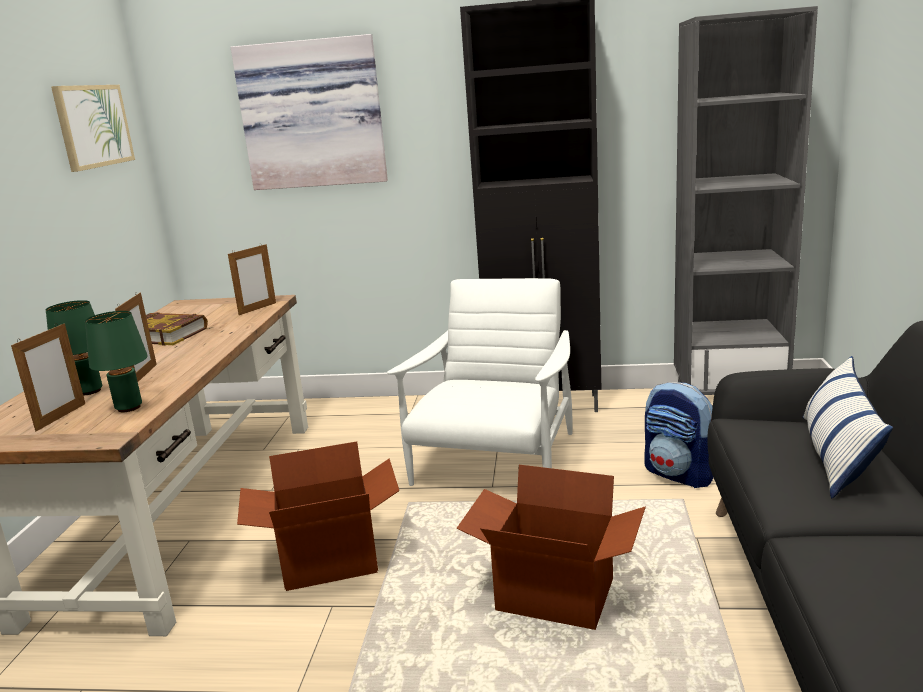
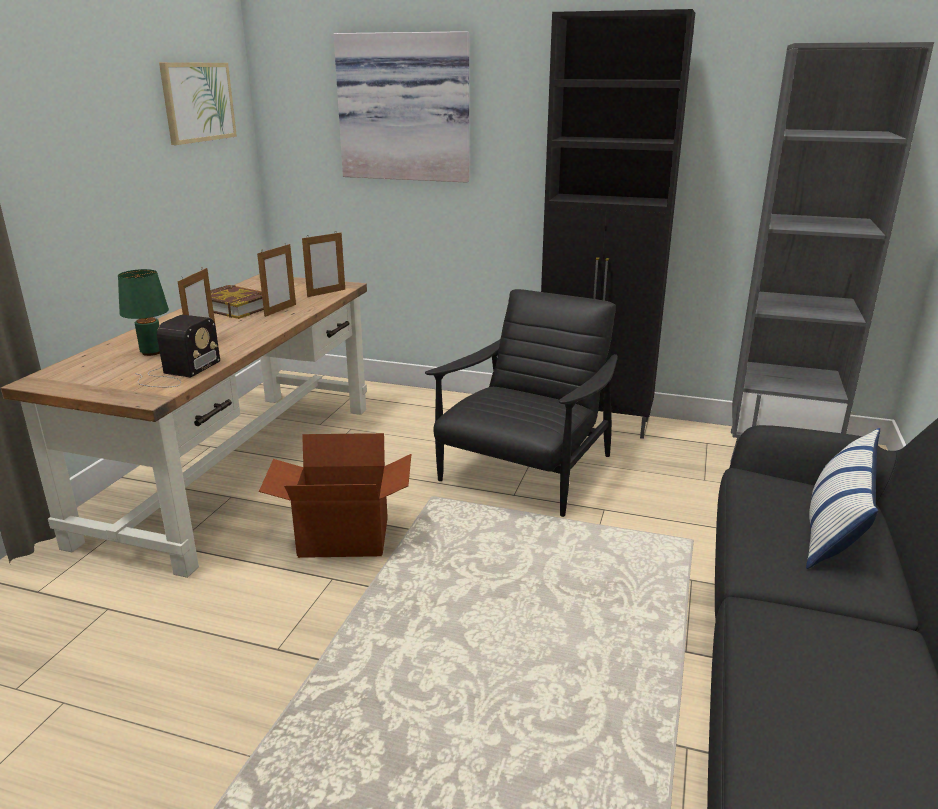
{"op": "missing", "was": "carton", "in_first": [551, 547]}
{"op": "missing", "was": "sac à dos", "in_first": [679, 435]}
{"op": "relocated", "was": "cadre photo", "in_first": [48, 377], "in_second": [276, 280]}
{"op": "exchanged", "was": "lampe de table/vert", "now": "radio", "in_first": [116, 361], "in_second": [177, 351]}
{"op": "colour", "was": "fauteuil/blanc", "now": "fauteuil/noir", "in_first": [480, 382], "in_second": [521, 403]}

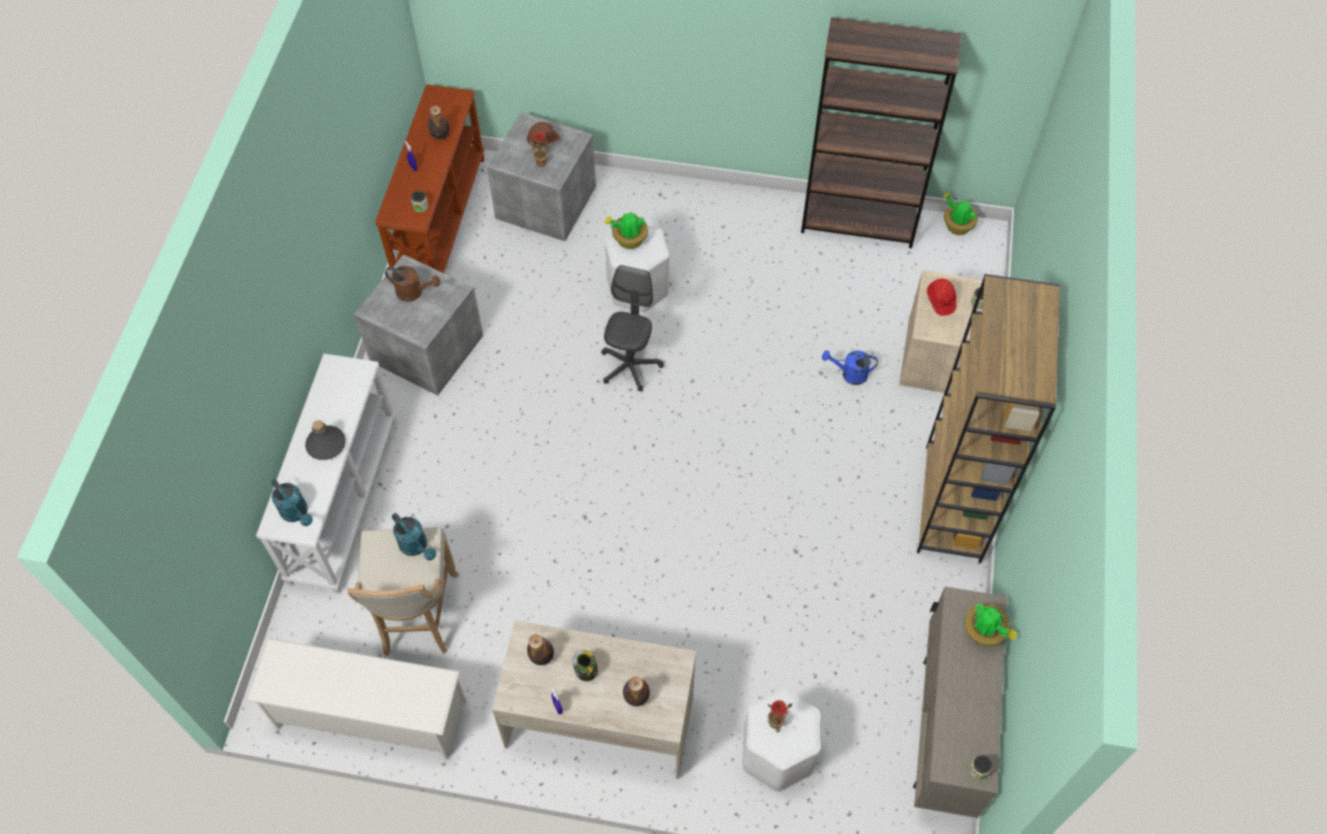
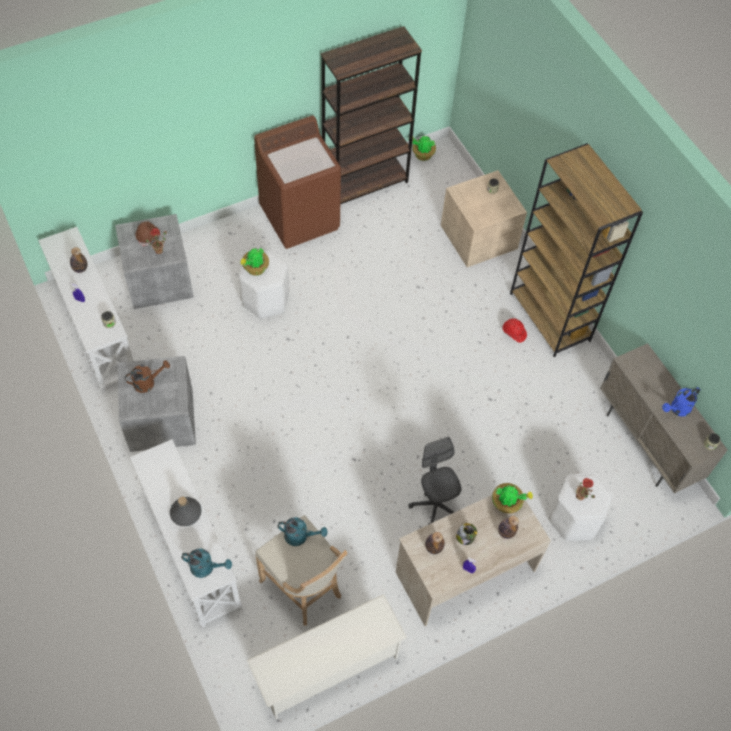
{"op": "appeared", "now": "lave-linge/marron", "in_second": [297, 182]}
{"op": "relocated", "was": "chaise de bureau/gris", "in_first": [632, 328], "in_second": [434, 481]}
{"op": "relocated", "was": "arrosoir/bleu", "in_first": [850, 367], "in_second": [681, 402]}
{"op": "relocated", "was": "casque de chantier/rouge", "in_first": [942, 297], "in_second": [515, 330]}
{"op": "relocated", "was": "plante en pot", "in_first": [990, 624], "in_second": [512, 498]}
{"op": "colour", "was": "table console/marron", "now": "table console/blanc", "in_first": [430, 178], "in_second": [86, 310]}

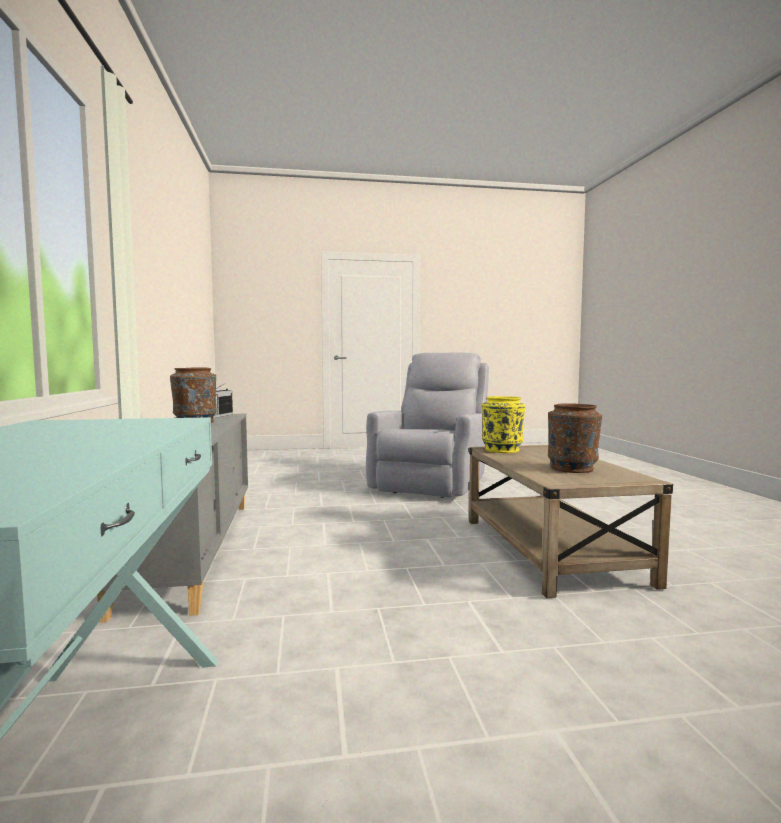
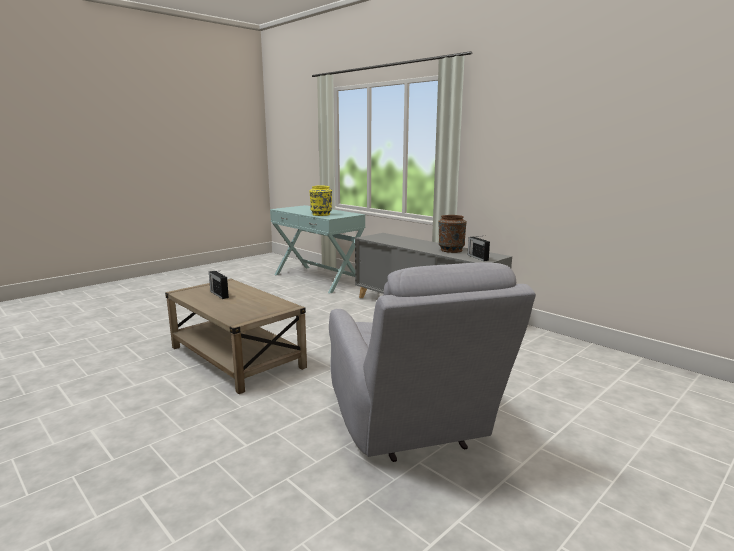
{"op": "relocated", "was": "vase/jaune", "in_first": [503, 424], "in_second": [320, 200]}
{"op": "exchanged", "was": "vase/marron", "now": "radio", "in_first": [575, 438], "in_second": [219, 285]}

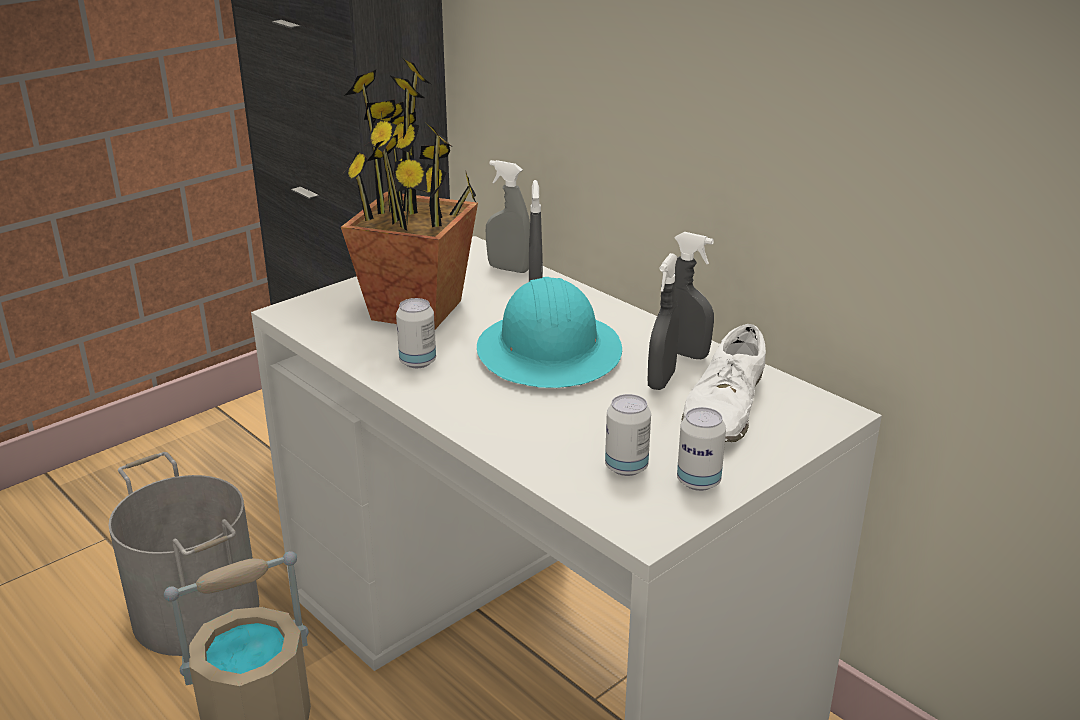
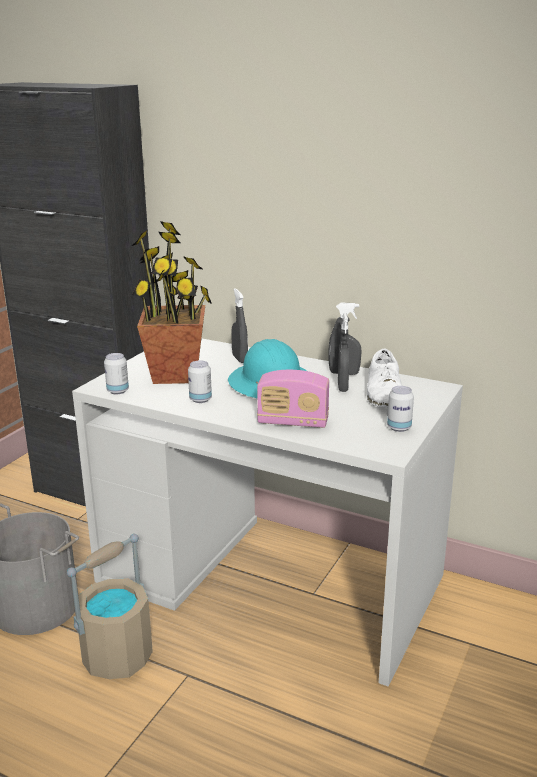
{"op": "missing", "was": "vaporisateur/gris", "in_first": [508, 216]}
{"op": "appeared", "now": "radio", "in_second": [293, 399]}
{"op": "relocated", "was": "boîte métallique", "in_first": [628, 435], "in_second": [116, 373]}

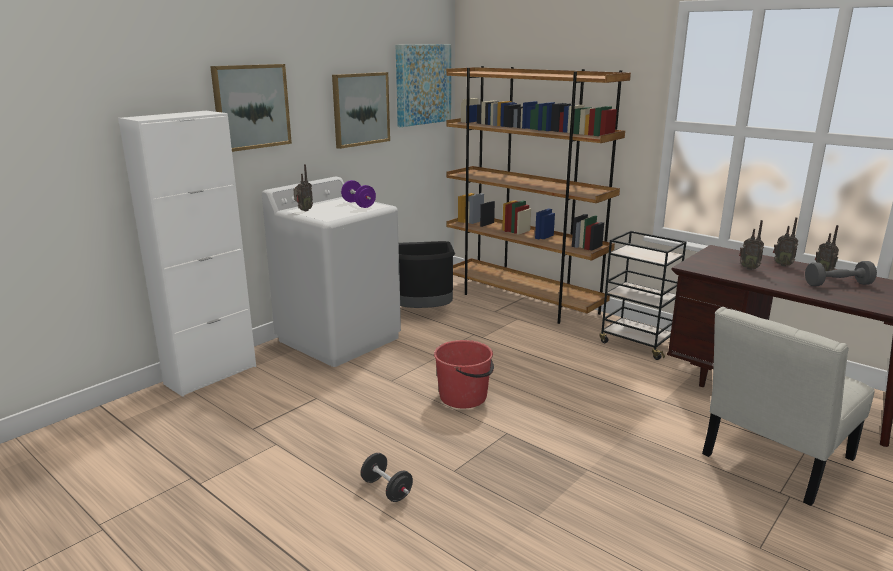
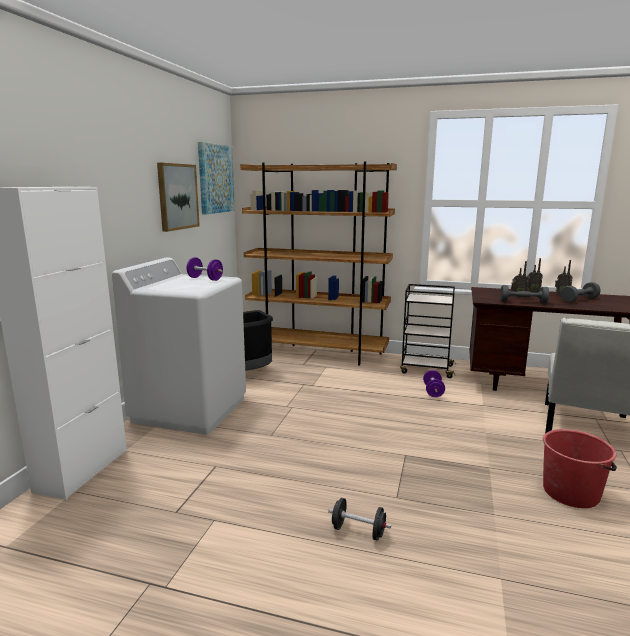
{"op": "missing", "was": "tableau", "in_first": [251, 108]}
{"op": "missing", "was": "radio", "in_first": [303, 187]}
{"op": "appeared", "now": "haltère/violet", "in_second": [434, 383]}
{"op": "appeared", "now": "haltère/gris", "in_second": [524, 294]}
{"op": "relocated", "was": "seau/rouge", "in_first": [464, 374], "in_second": [580, 468]}

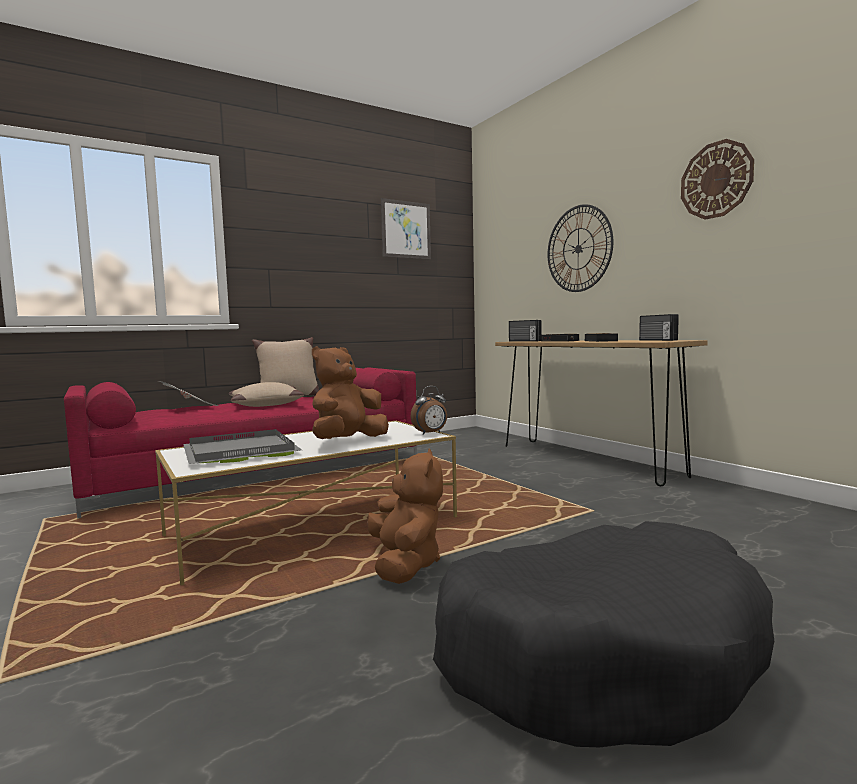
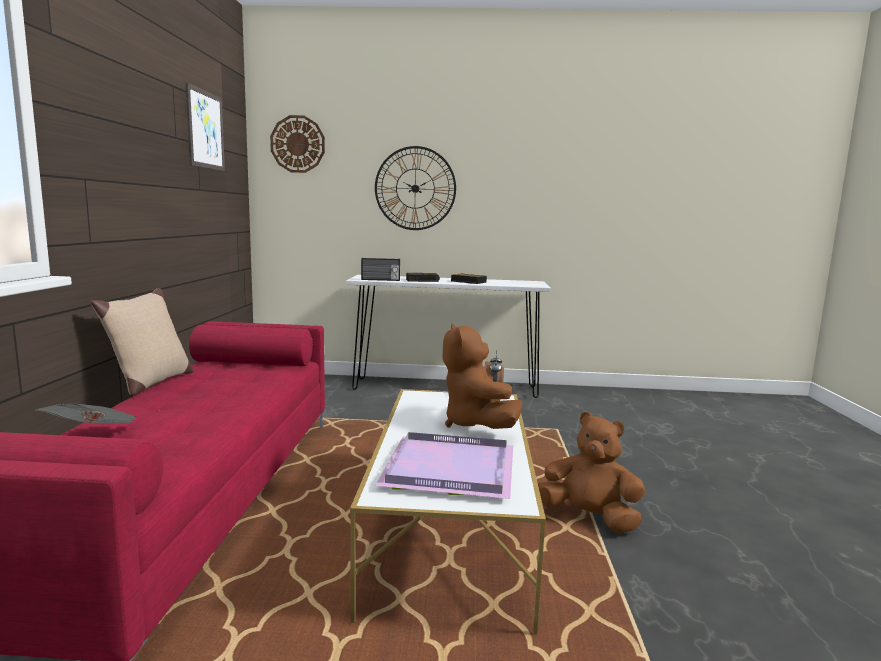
{"op": "missing", "was": "coussin/beige", "in_first": [266, 394]}
{"op": "missing", "was": "panier pour chien/noir", "in_first": [603, 634]}
{"op": "missing", "was": "radio", "in_first": [659, 327]}
{"op": "relocated", "was": "horloge murale", "in_first": [717, 179], "in_second": [297, 144]}
{"op": "colour", "was": "plateau/gris", "now": "plateau/violet", "in_first": [242, 446], "in_second": [444, 465]}
{"op": "colour", "was": "table console/marron", "now": "table console/blanc", "in_first": [601, 413], "in_second": [448, 336]}

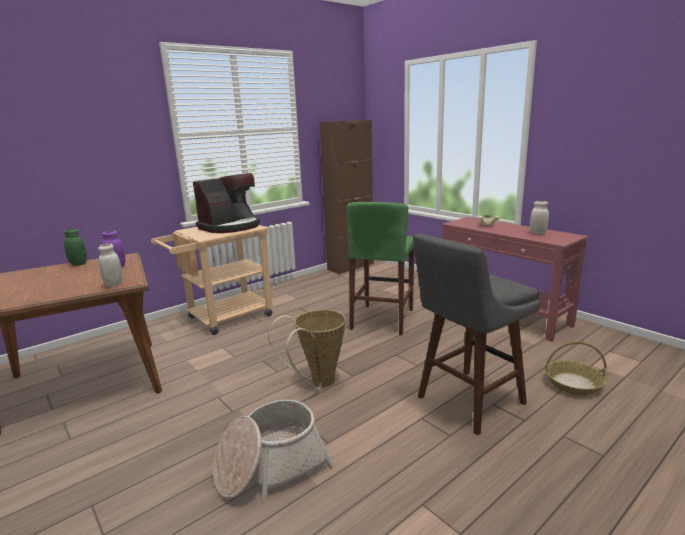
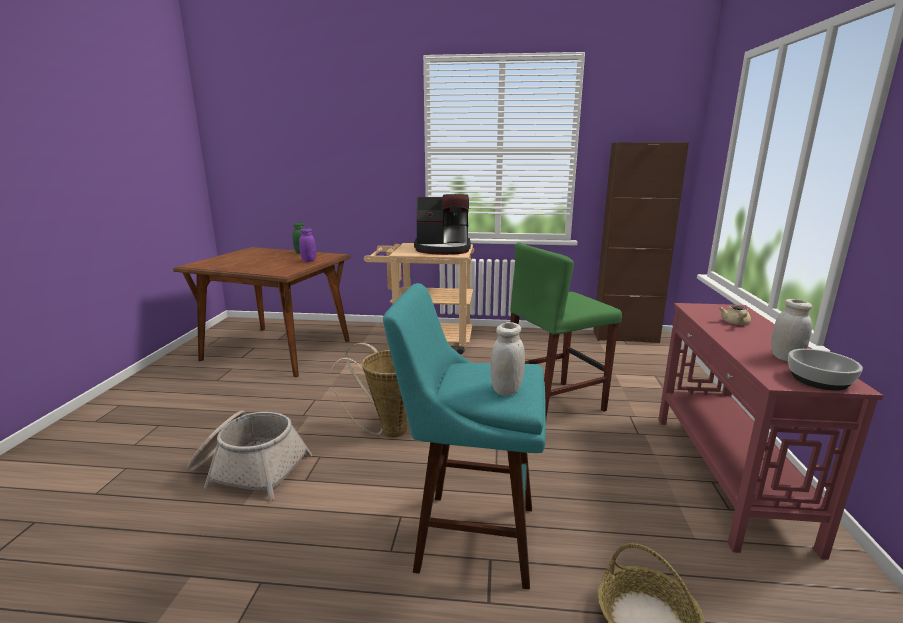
{"op": "appeared", "now": "bol", "in_second": [825, 370]}
{"op": "relocated", "was": "bocal/blanc", "in_first": [110, 265], "in_second": [508, 359]}
{"op": "colour", "was": "tabouret/gris", "now": "tabouret/turquoise", "in_first": [476, 334], "in_second": [464, 436]}

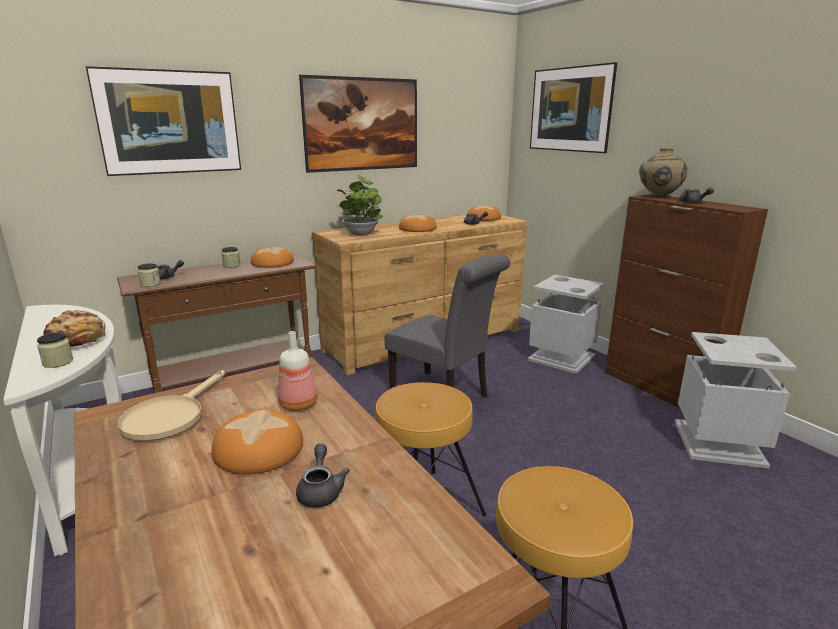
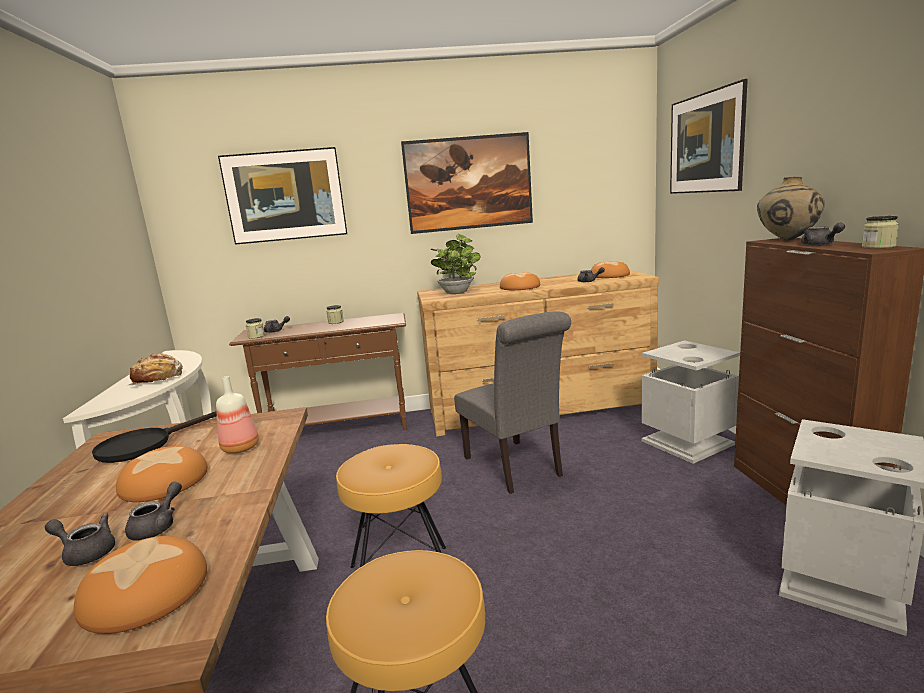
{"op": "appeared", "now": "théière/gris", "in_second": [80, 539]}
{"op": "relocated", "was": "bocal", "in_first": [55, 350], "in_second": [880, 232]}
{"op": "relocated", "was": "pain", "in_first": [272, 257], "in_second": [140, 585]}
{"op": "colour", "was": "poêle/beige", "now": "poêle/noir", "in_first": [171, 405], "in_second": [154, 437]}

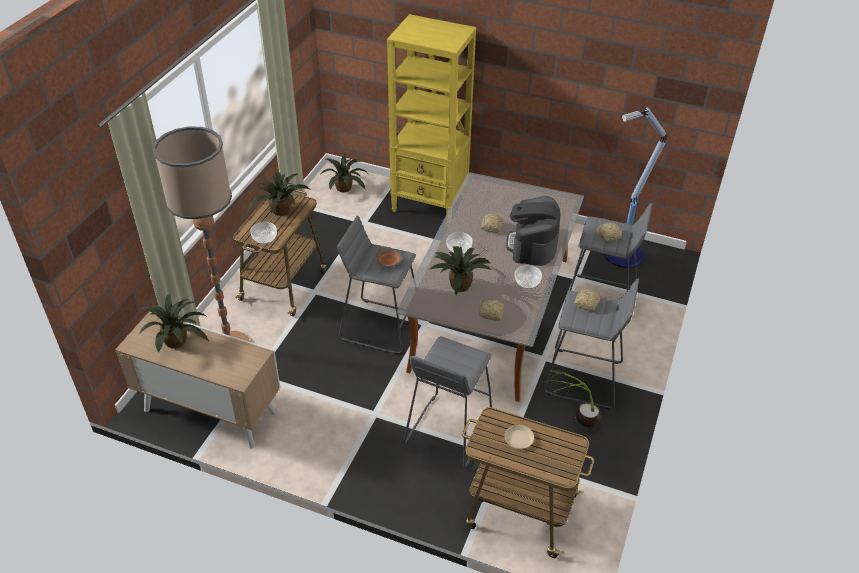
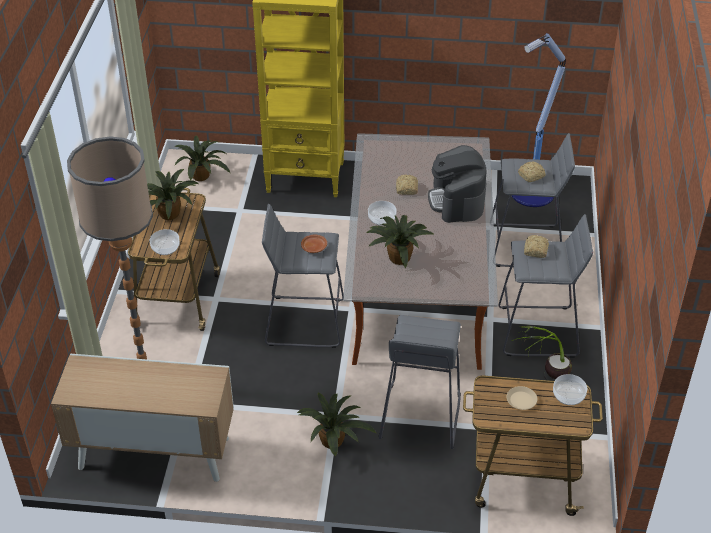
{"op": "missing", "was": "pain", "in_first": [491, 310]}
{"op": "relocated", "was": "plante en pot", "in_first": [174, 322], "in_second": [336, 425]}
{"op": "relocated", "was": "bol", "in_first": [528, 277], "in_second": [570, 389]}

